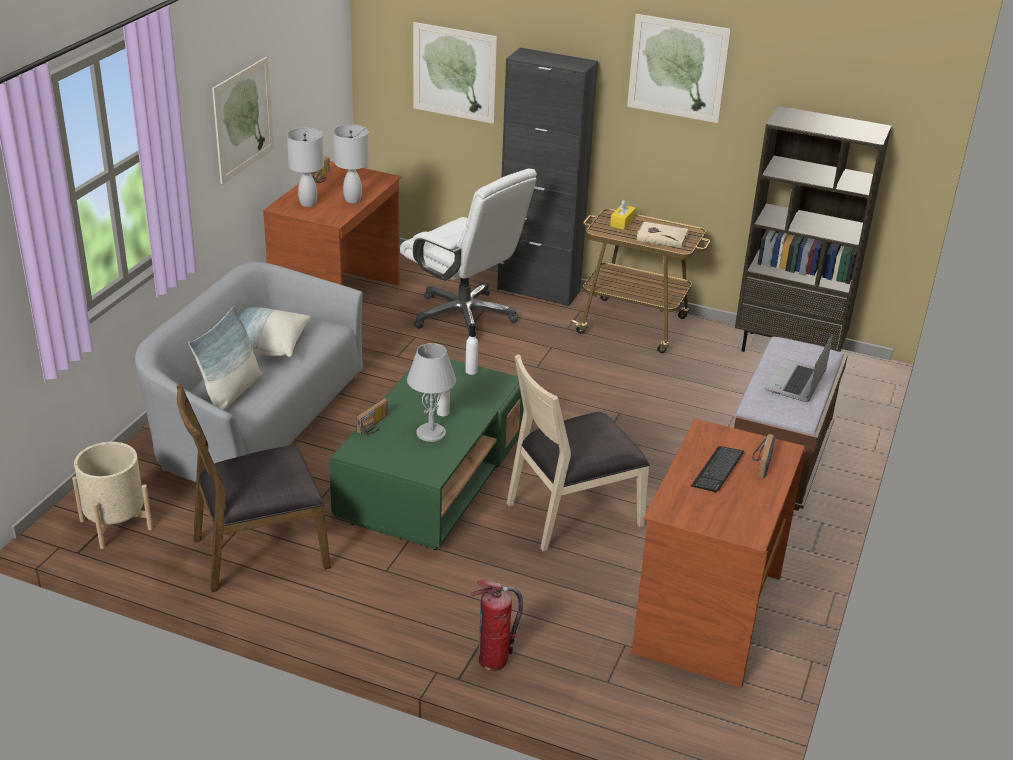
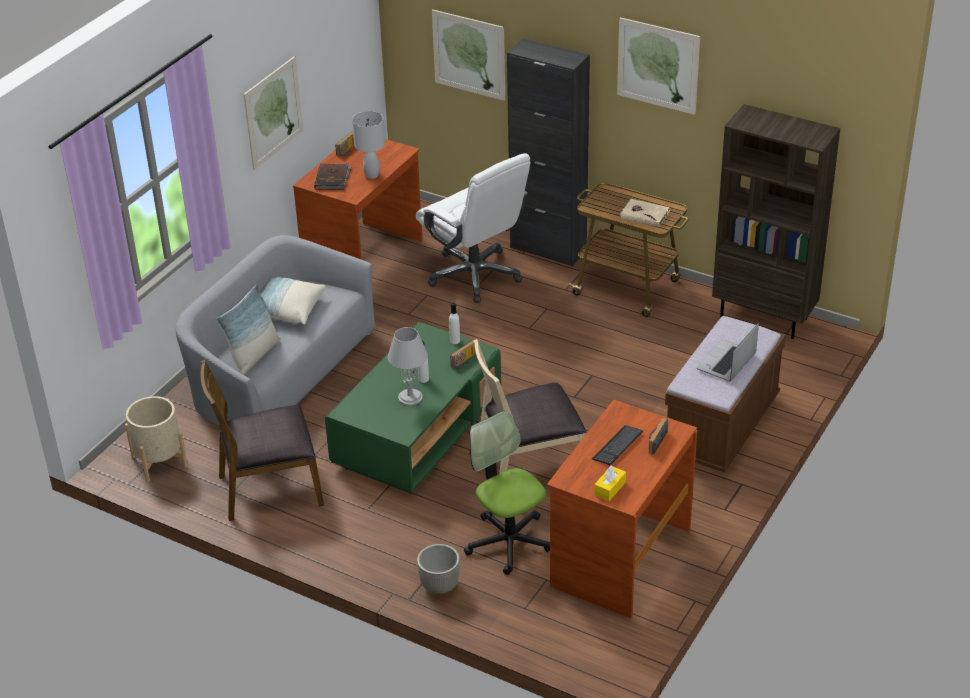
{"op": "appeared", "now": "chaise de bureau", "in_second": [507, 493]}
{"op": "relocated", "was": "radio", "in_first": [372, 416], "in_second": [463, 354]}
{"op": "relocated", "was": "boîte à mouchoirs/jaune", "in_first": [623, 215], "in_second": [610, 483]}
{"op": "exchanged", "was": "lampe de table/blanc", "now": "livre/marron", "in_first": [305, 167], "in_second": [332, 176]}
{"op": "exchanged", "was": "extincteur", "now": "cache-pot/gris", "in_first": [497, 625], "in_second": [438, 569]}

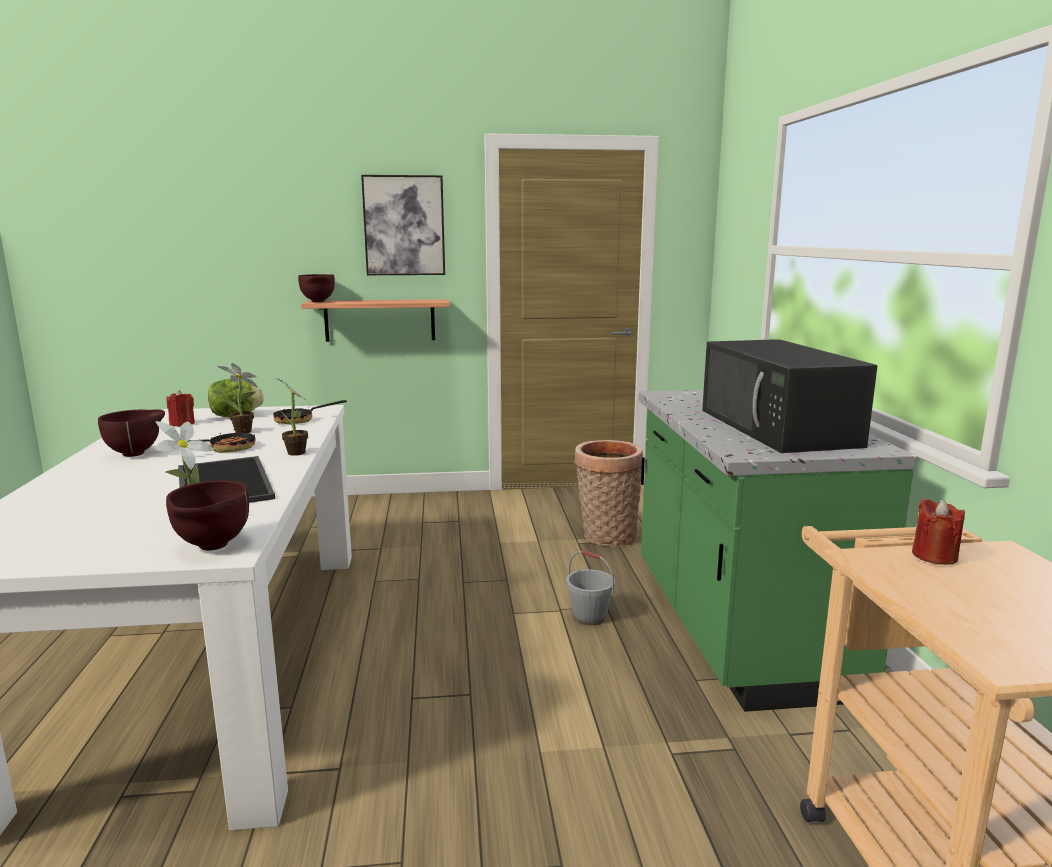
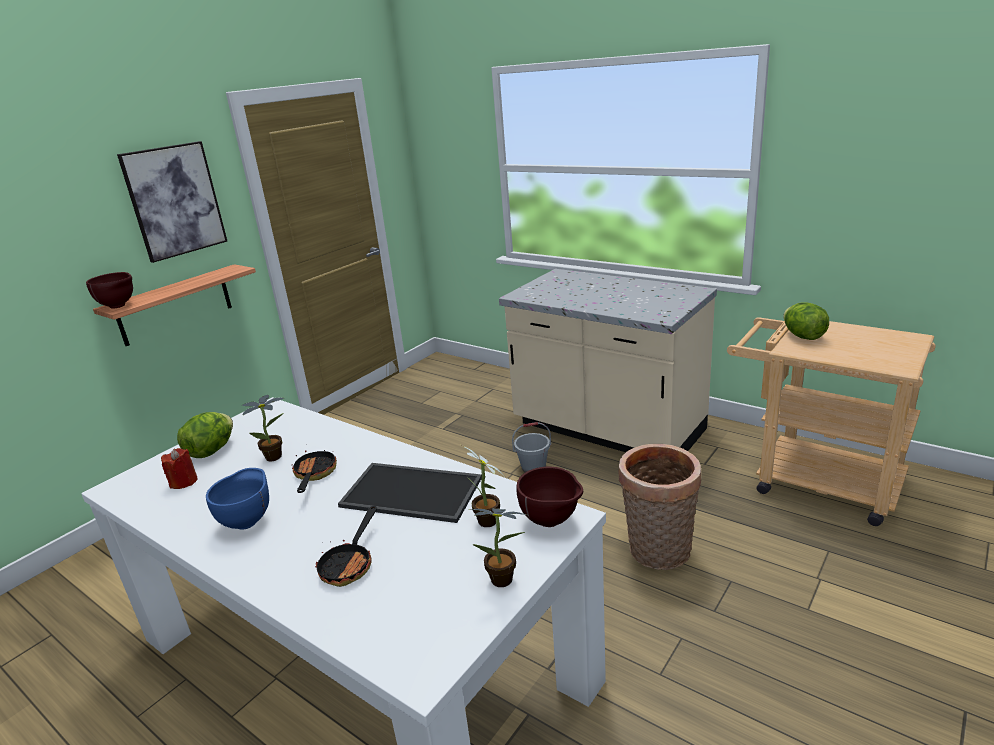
{"op": "missing", "was": "micro-ondes/noir", "in_first": [789, 396]}
{"op": "relocated", "was": "poêle", "in_first": [310, 412], "in_second": [346, 546]}
{"op": "relocated", "was": "plante en pot", "in_first": [292, 417], "in_second": [498, 547]}
{"op": "relocated", "was": "panier", "in_first": [608, 493], "in_second": [660, 507]}
{"op": "exchanged", "was": "bougie/rouge", "now": "laitue", "in_first": [938, 531], "in_second": [806, 321]}
{"op": "colour", "was": "bol/marron", "now": "bol/bleu", "in_first": [131, 433], "in_second": [237, 499]}
{"op": "colour", "was": "comptoir de cuisine/vert", "now": "comptoir de cuisine/beige", "in_first": [778, 551], "in_second": [608, 360]}

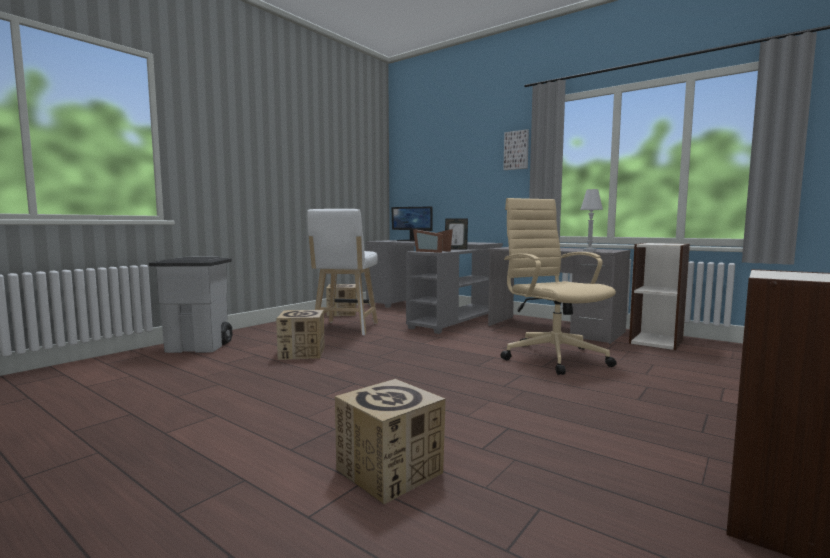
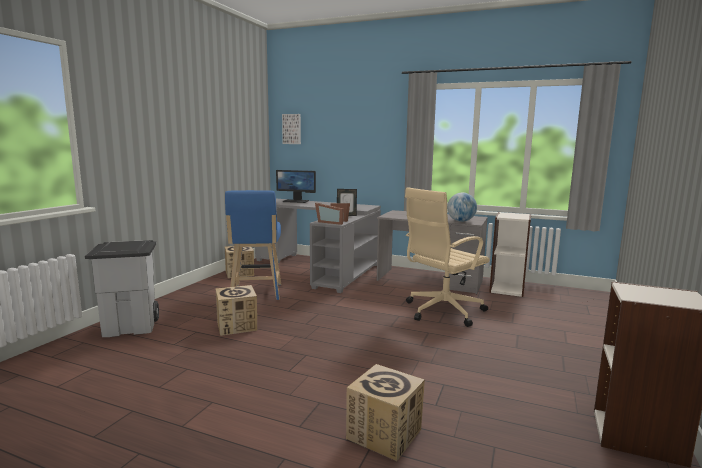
{"op": "relocated", "was": "tableau", "in_first": [516, 149], "in_second": [291, 129]}
{"op": "exchanged", "was": "lampe de table/blanc", "now": "globe", "in_first": [591, 220], "in_second": [462, 207]}
{"op": "colour", "was": "tabouret/blanc", "now": "tabouret/bleu", "in_first": [342, 272], "in_second": [253, 245]}
{"op": "spun", "was": "chaise de bureau/beige", "in_first": [559, 286], "in_second": [447, 257], "clockwise": -90}

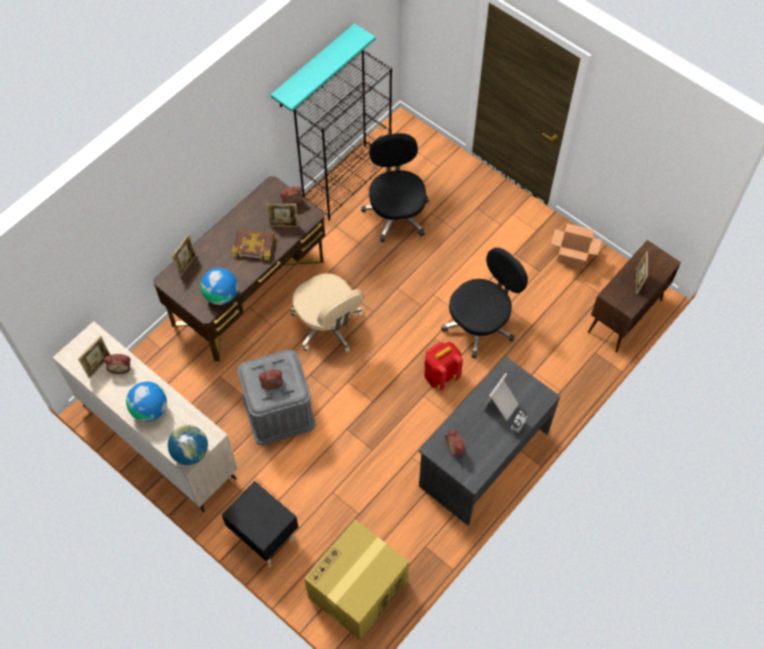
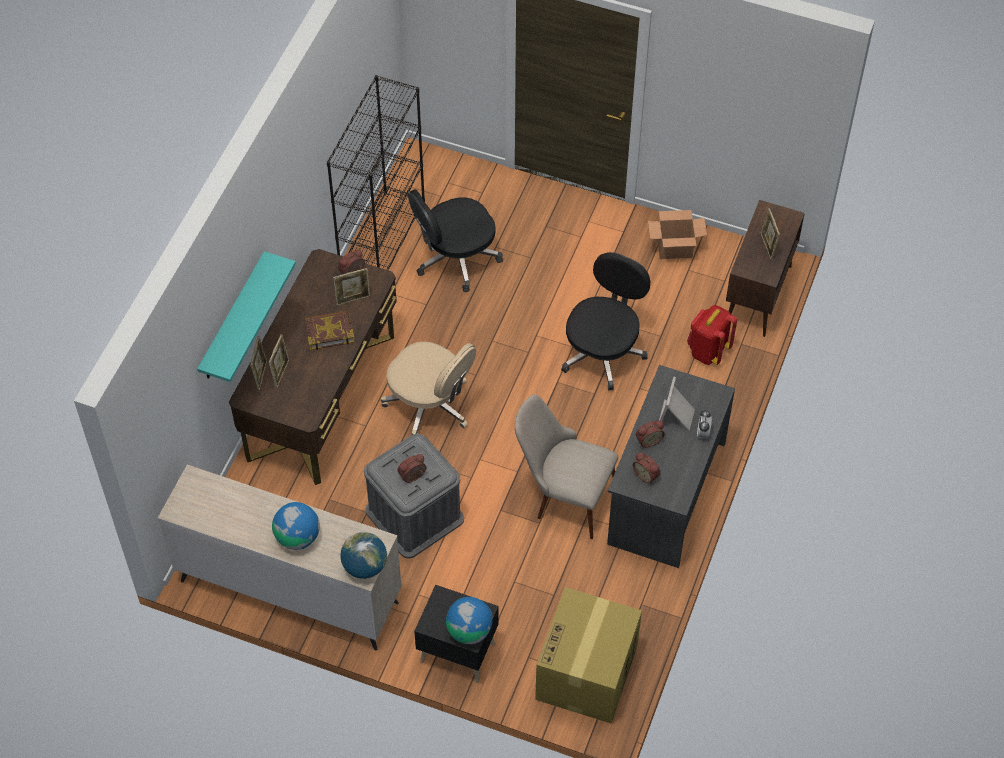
{"op": "appeared", "now": "chaise/beige", "in_second": [566, 466]}
{"op": "relocated", "was": "cadre photo", "in_first": [94, 357], "in_second": [279, 361]}
{"op": "relocated", "was": "réveil", "in_first": [117, 364], "in_second": [650, 433]}
{"op": "relocated", "was": "globe", "in_first": [219, 286], "in_second": [469, 620]}
{"op": "relocated", "was": "étagère/turquoise", "in_first": [323, 67], "in_second": [246, 316]}
{"op": "relocated", "was": "sac à dos/rouge", "in_first": [443, 366], "in_second": [712, 335]}
{"op": "spun", "was": "chaise de bureau/noir", "in_first": [395, 187], "in_second": [455, 240], "clockwise": -90}

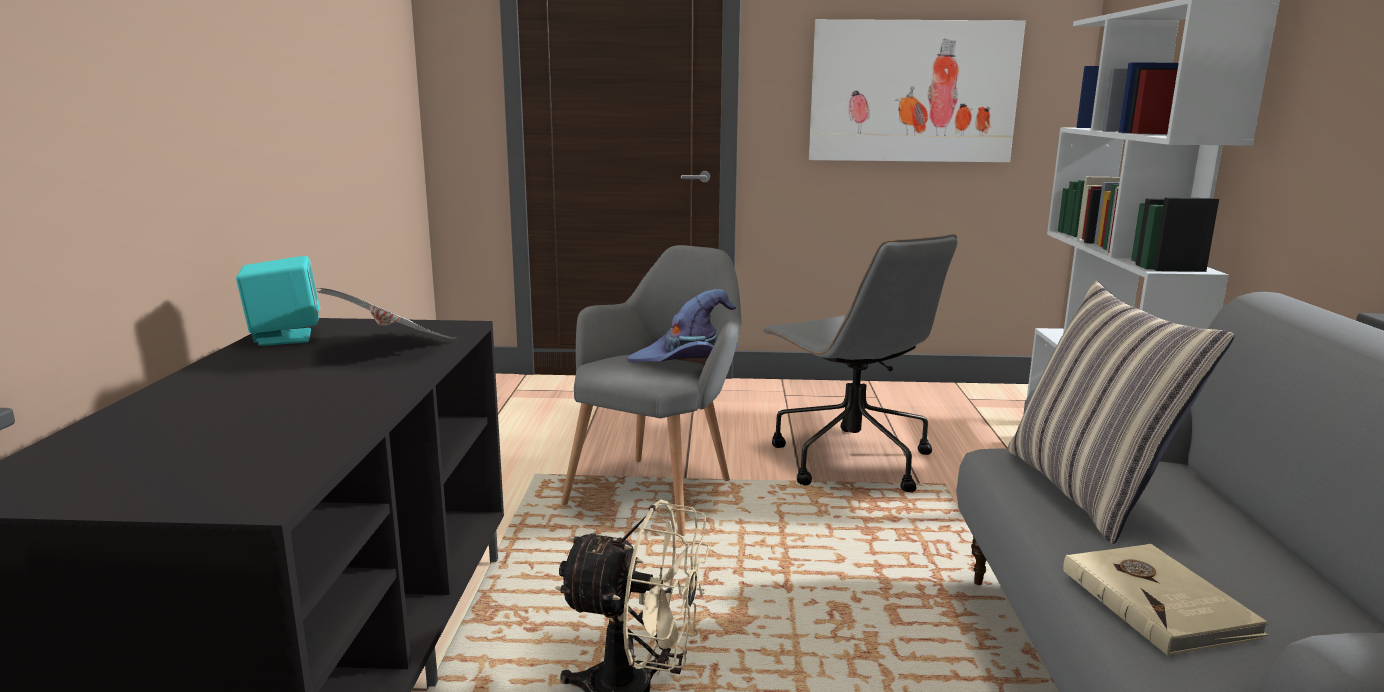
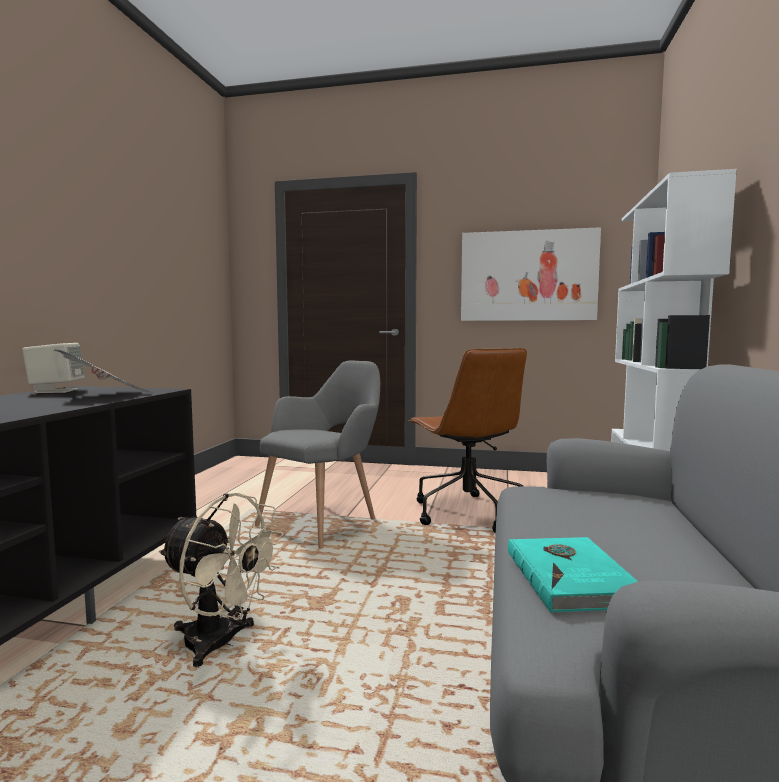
{"op": "missing", "was": "chapeau/violet", "in_first": [682, 326]}
{"op": "missing", "was": "coussin", "in_first": [1121, 412]}
{"op": "colour", "was": "enceinte/turquoise", "now": "enceinte/beige", "in_first": [278, 301], "in_second": [53, 368]}
{"op": "colour", "was": "chaise de bureau/gris", "now": "chaise de bureau/marron", "in_first": [859, 363], "in_second": [468, 440]}
{"op": "colour", "was": "livre/beige", "now": "livre/turquoise", "in_first": [1166, 600], "in_second": [573, 575]}

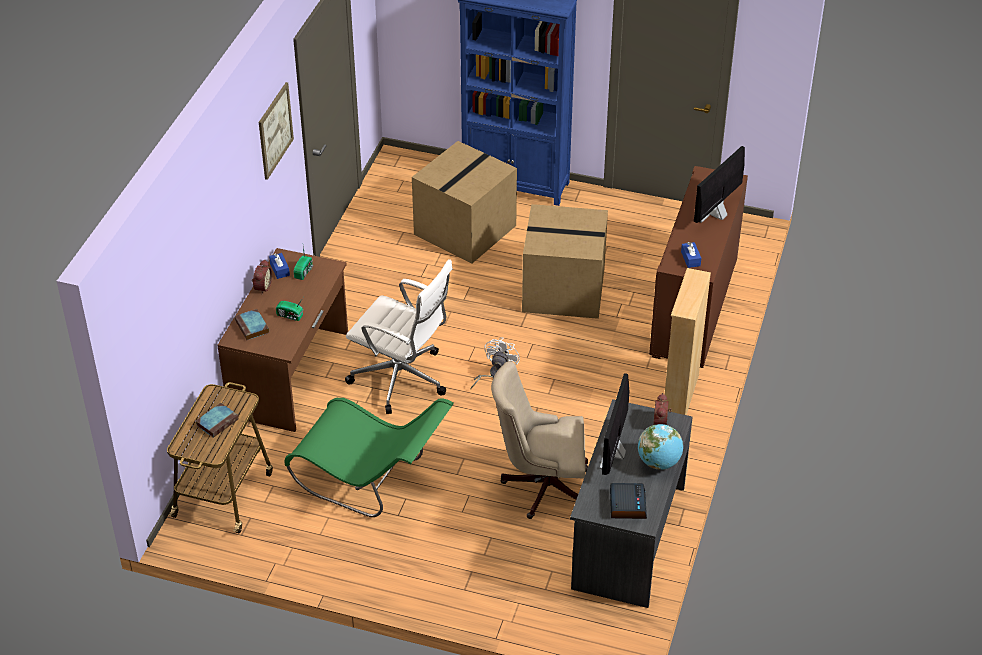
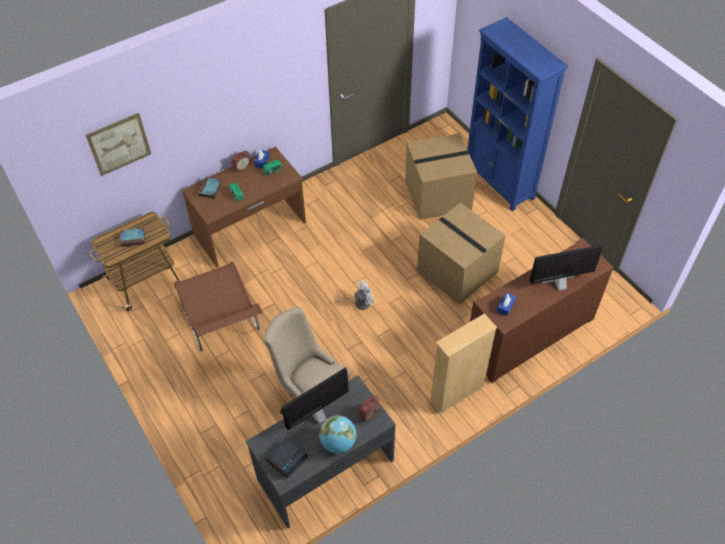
{"op": "missing", "was": "chaise de bureau/blanc", "in_first": [399, 336]}
{"op": "relocated", "was": "tableau", "in_first": [276, 131], "in_second": [118, 144]}
{"op": "colour", "was": "chaise/vert", "now": "chaise/marron", "in_first": [369, 457], "in_second": [218, 306]}

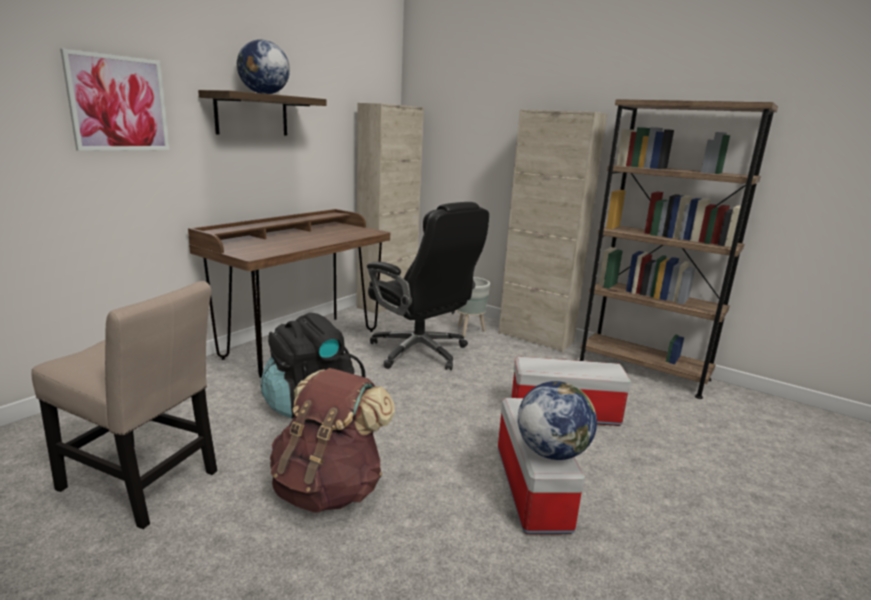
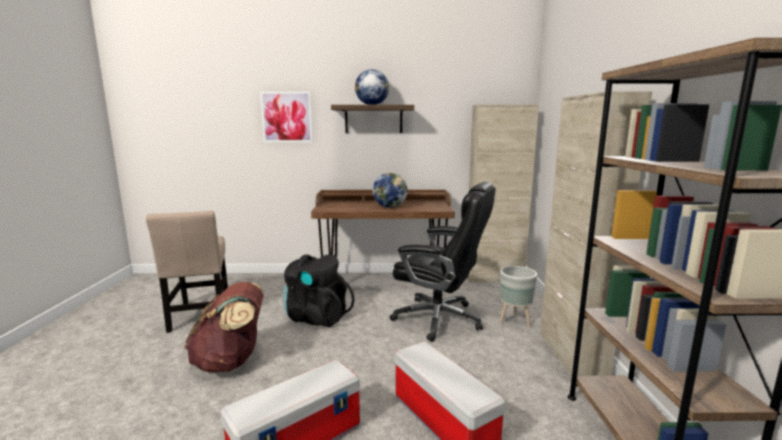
{"op": "relocated", "was": "globe", "in_first": [557, 420], "in_second": [390, 190]}
{"op": "spun", "was": "chaise de bureau/noir", "in_first": [428, 286], "in_second": [443, 262], "clockwise": -75}

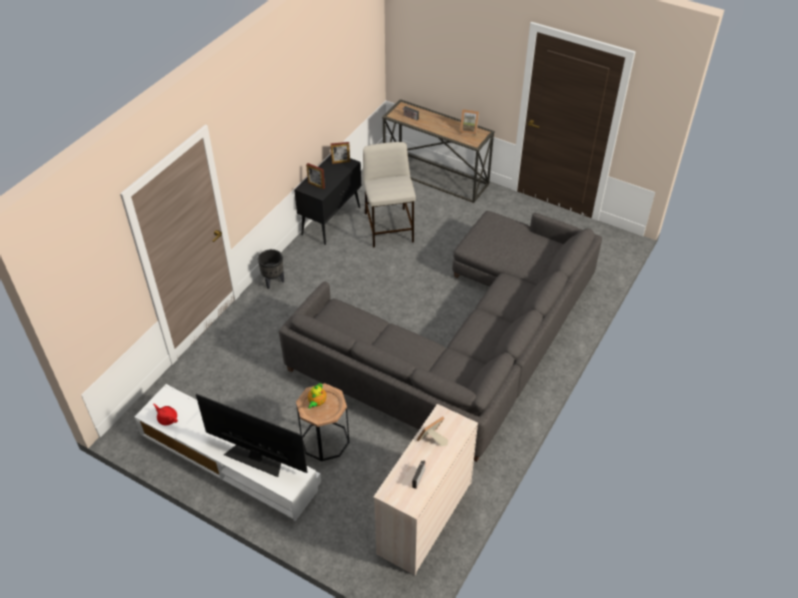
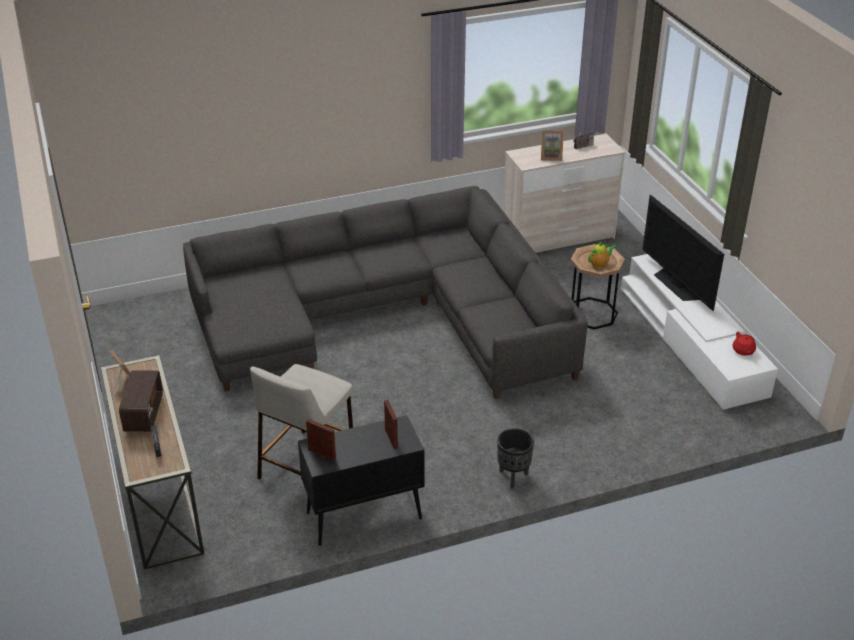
{"op": "appeared", "now": "radio", "in_second": [141, 401]}

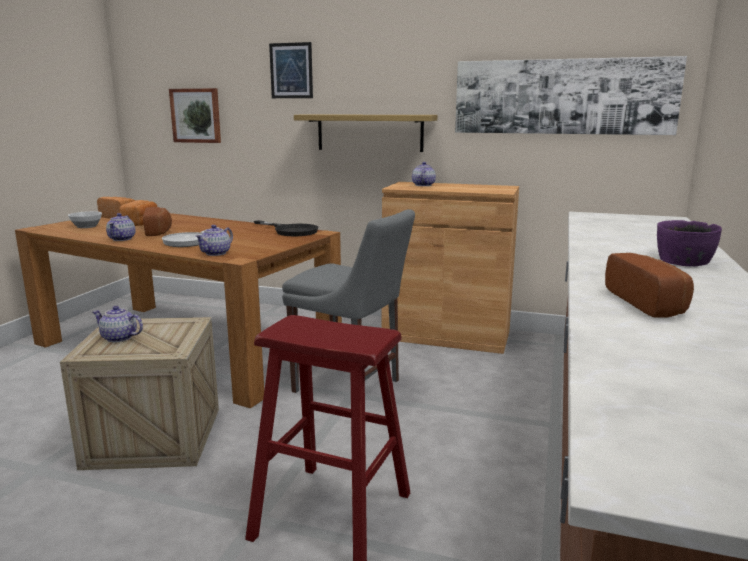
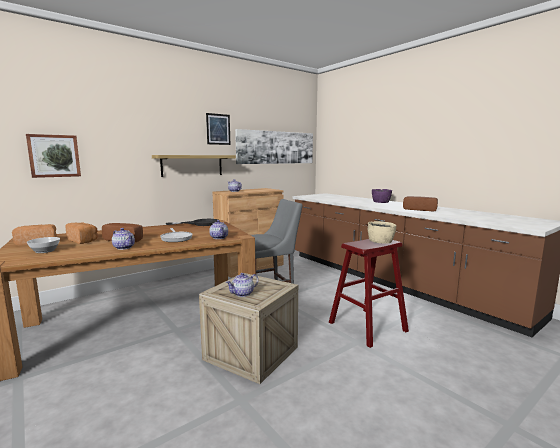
{"op": "appeared", "now": "bol/beige", "in_second": [382, 232]}
{"op": "relocated", "was": "tableau", "in_first": [291, 70], "in_second": [218, 129]}

